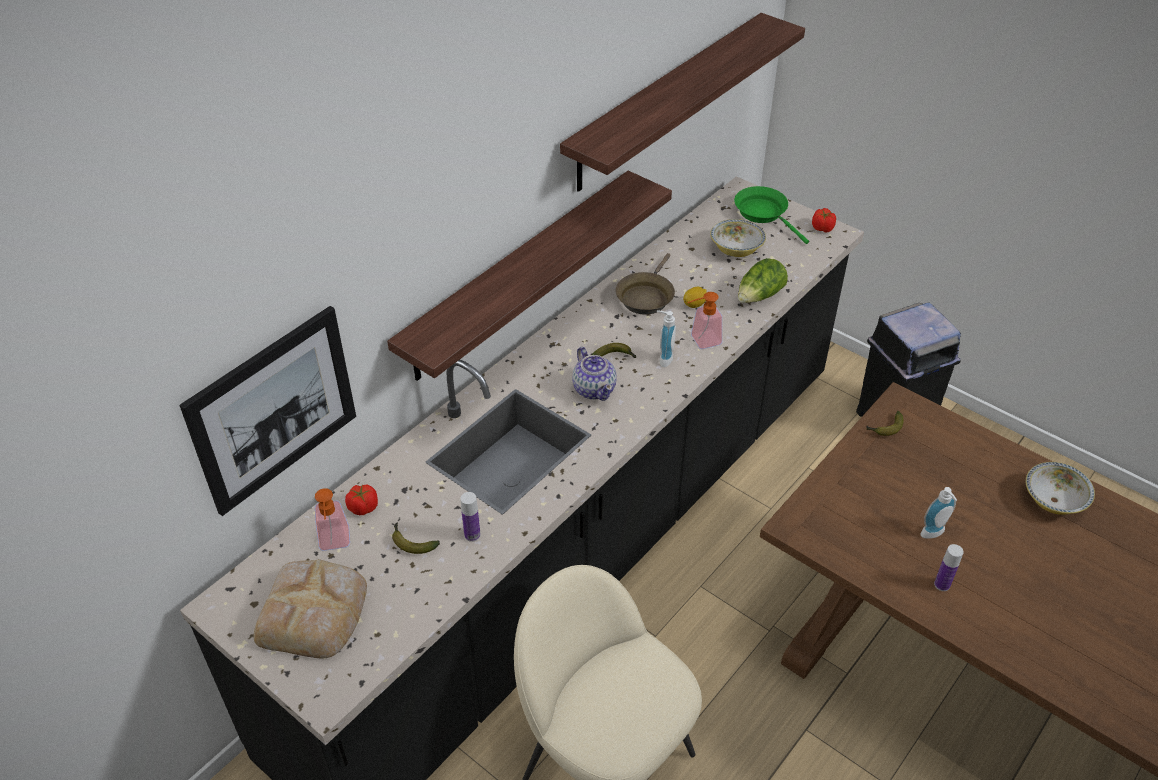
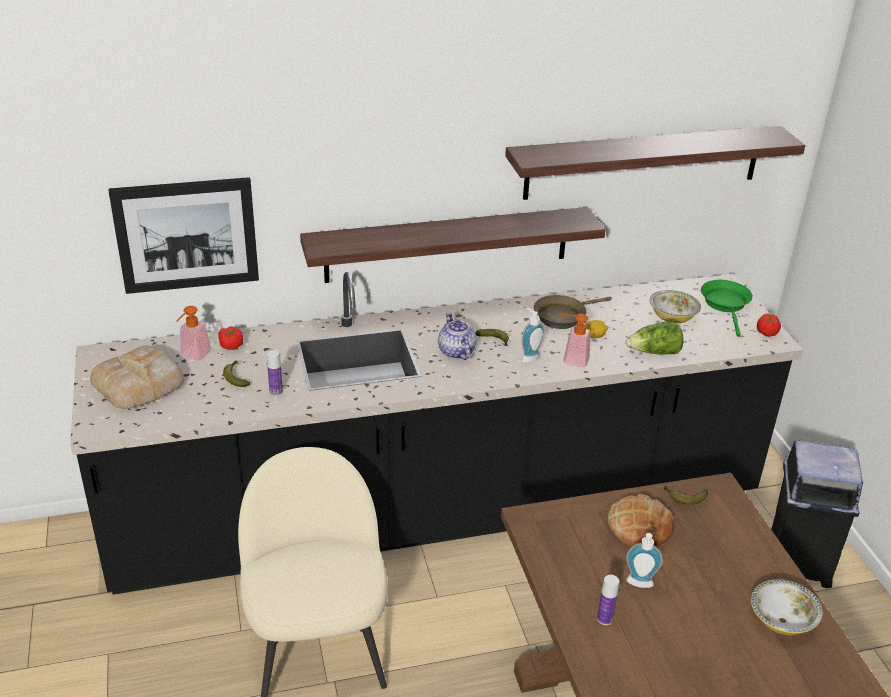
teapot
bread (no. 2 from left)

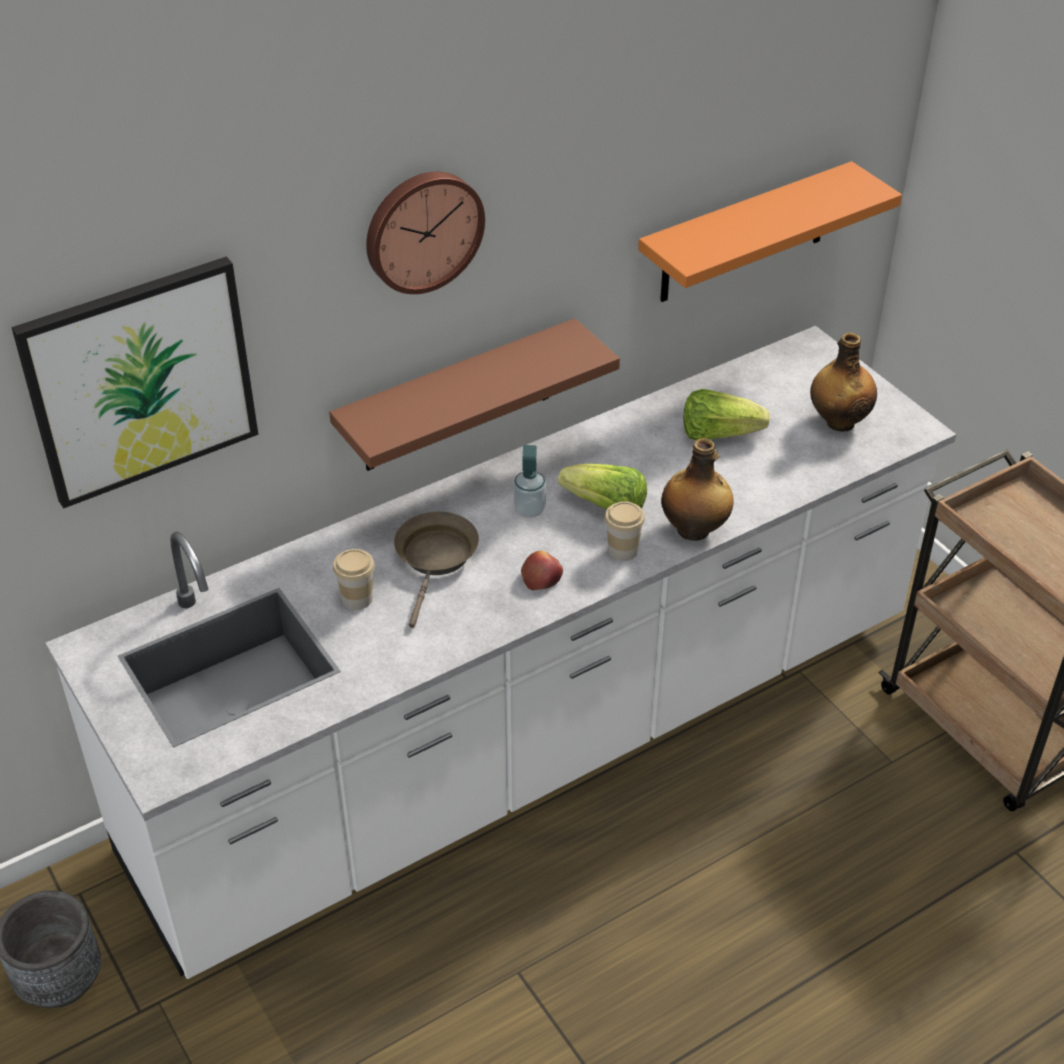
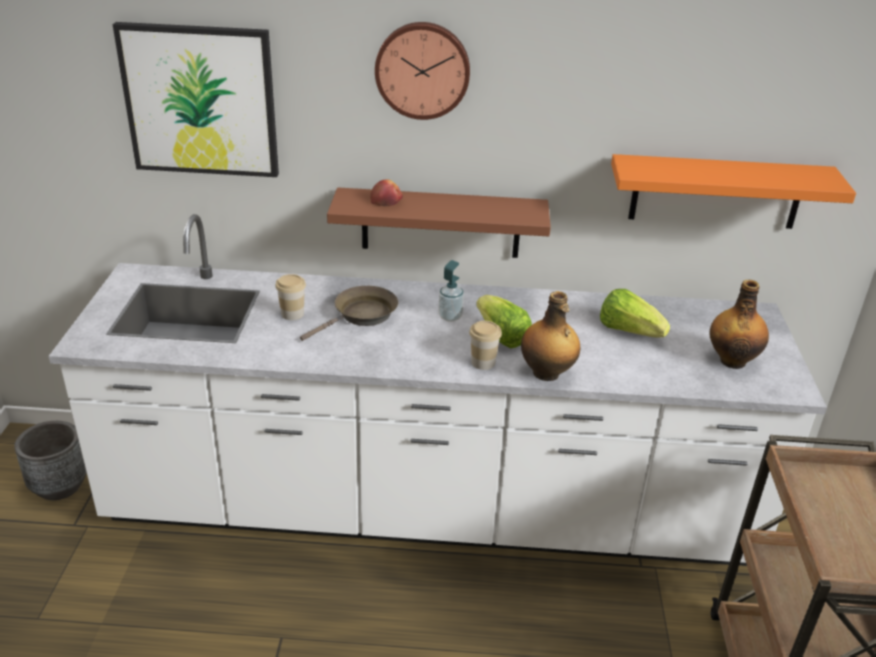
apple

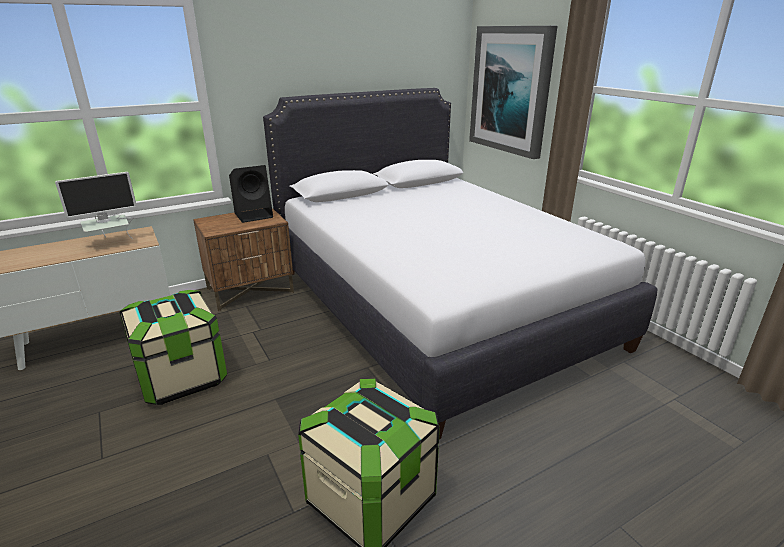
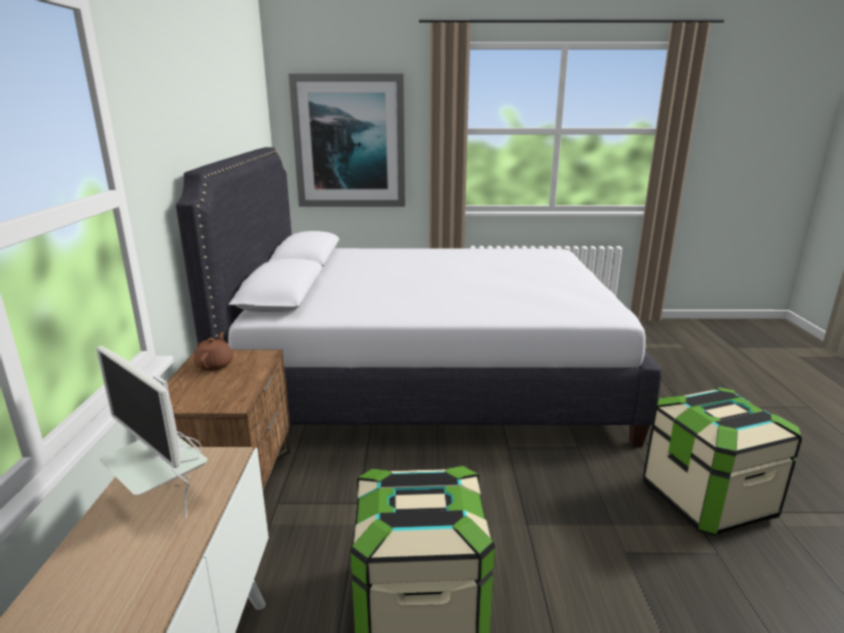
brown teapot
monitor

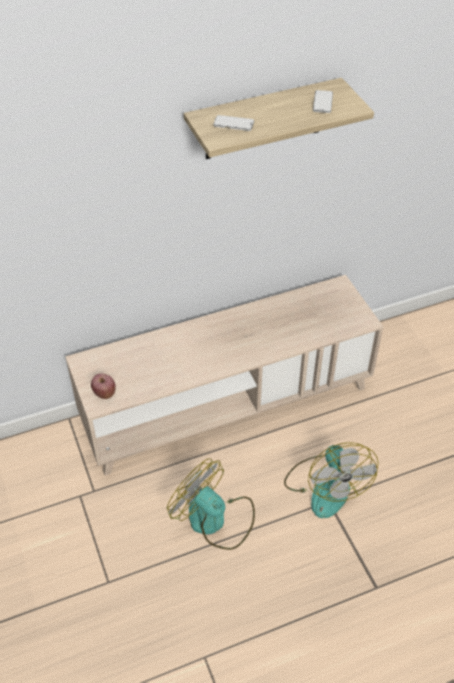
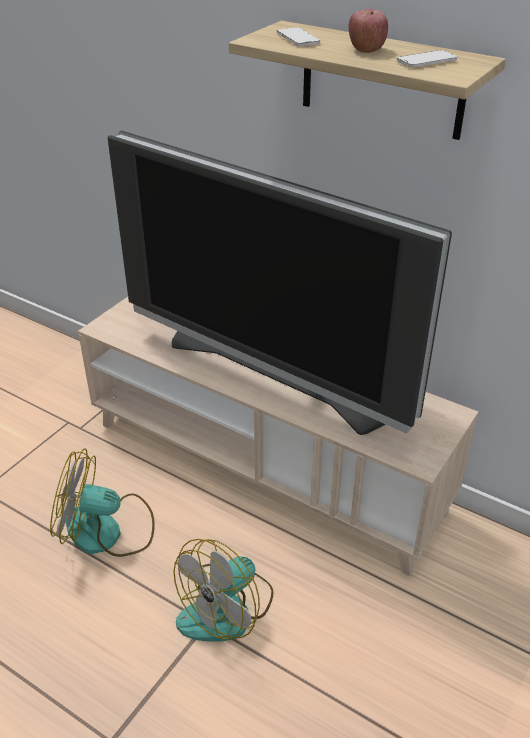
apple
fan (no. 1 from left)
television

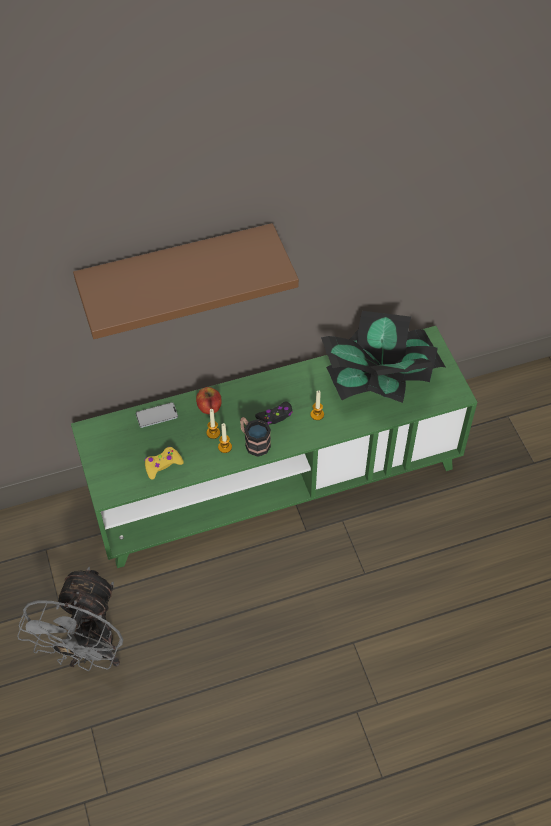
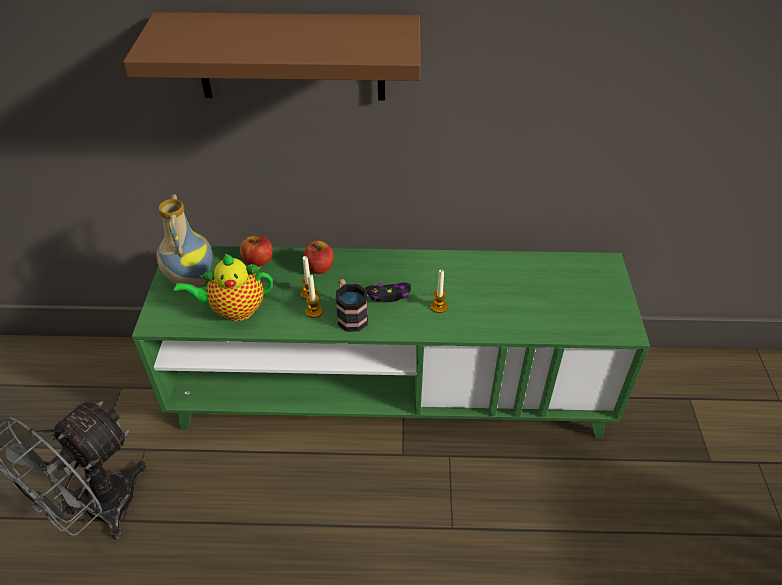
potted plant
apple (no. 1 from left)
teapot
vase

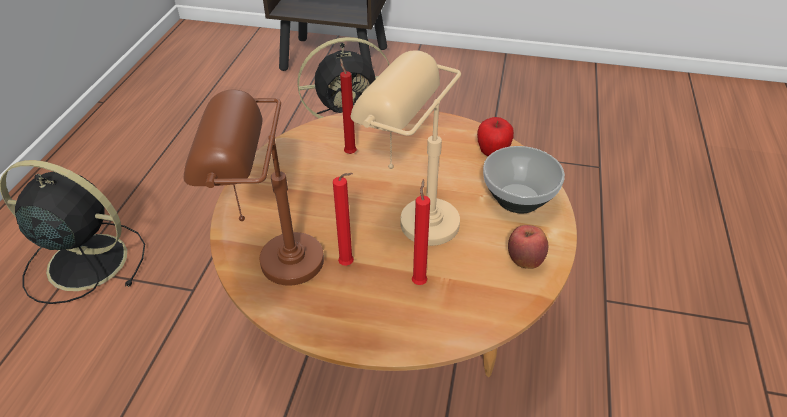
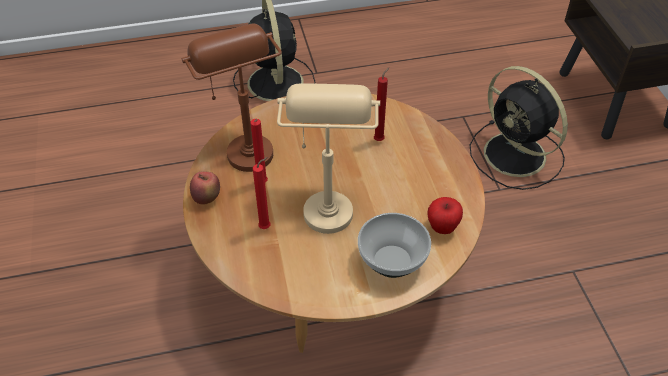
apple (no. 1 from left)

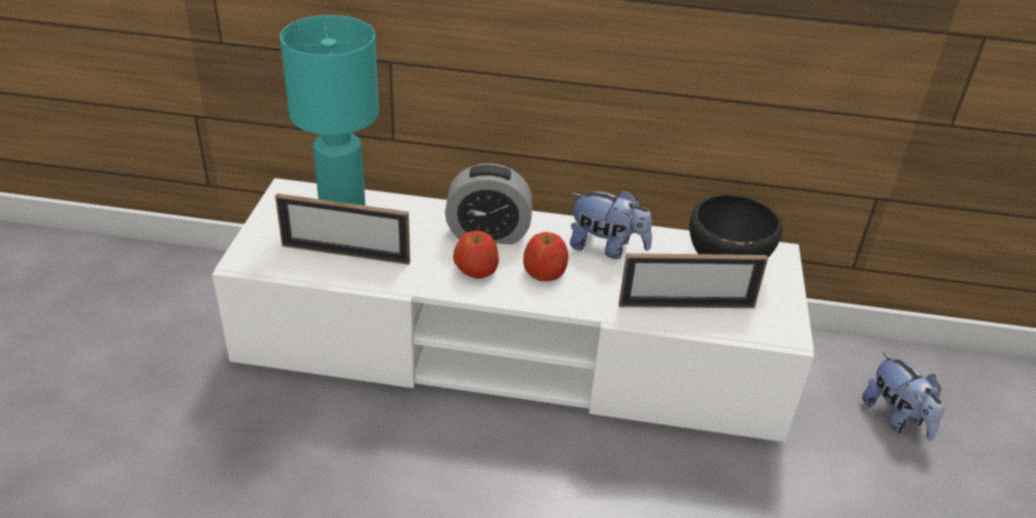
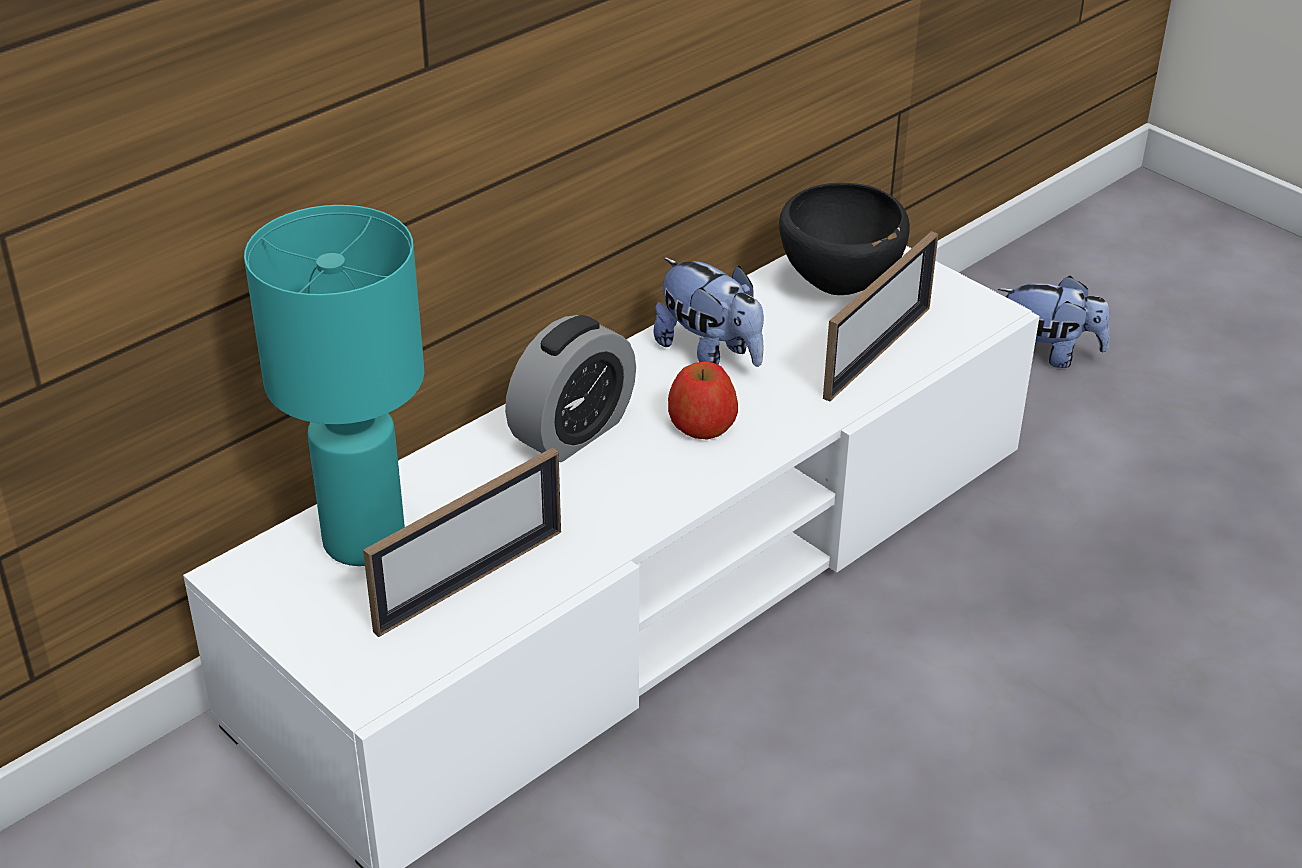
plush toy (no. 1 from left)
apple (no. 1 from left in the first image)

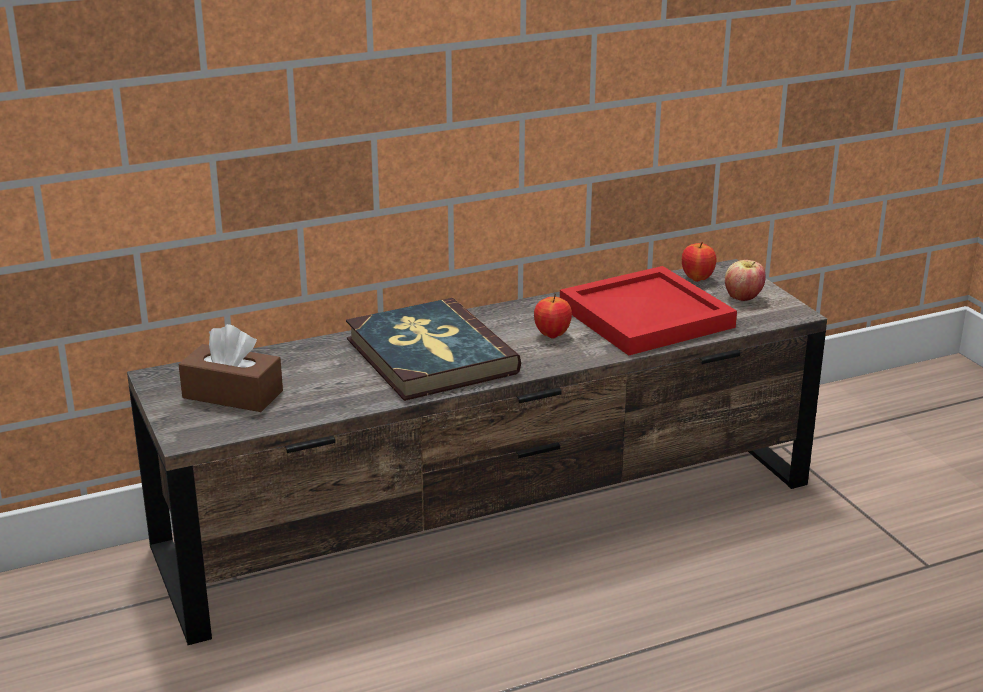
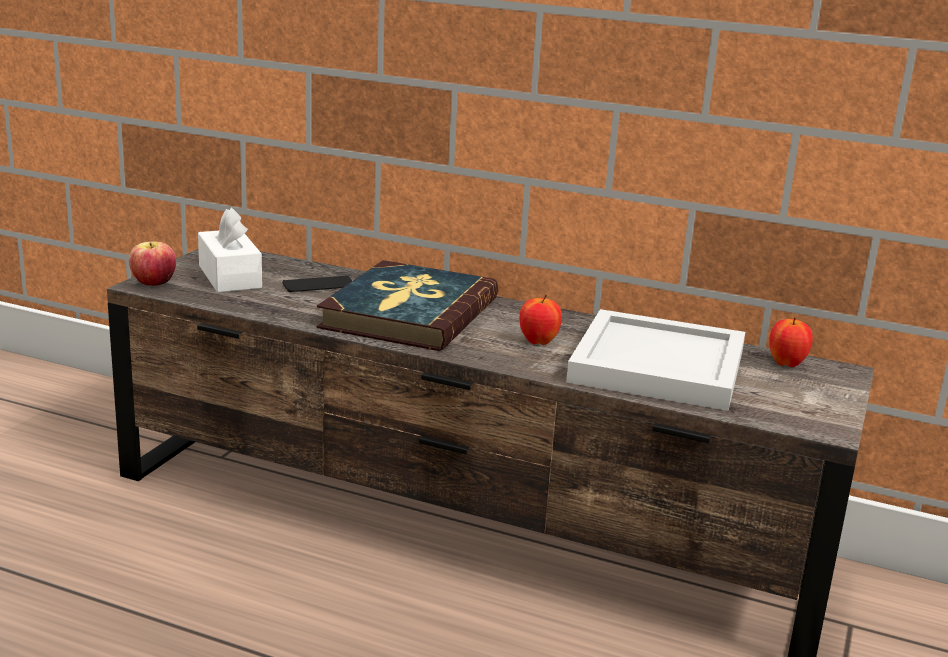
apple (no. 1 from left)
white tray
white tissue box
phone

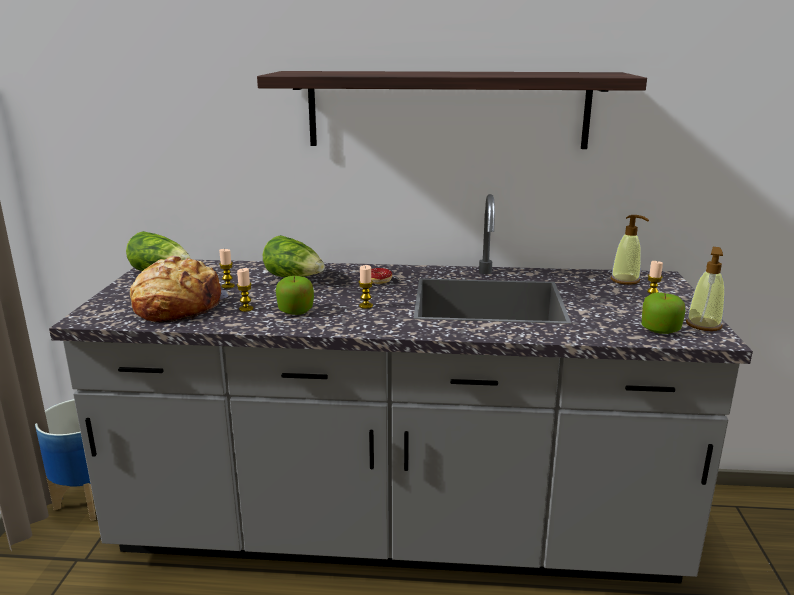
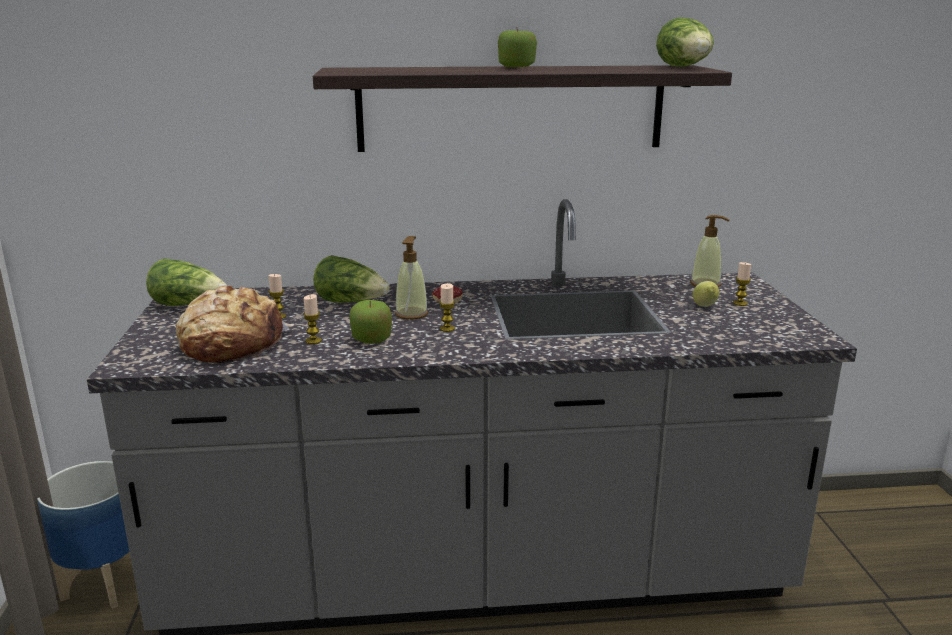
soap dispenser (no. 1 from left)
apple (no. 2 from left)
lettuce (no. 3 from left)
lemon

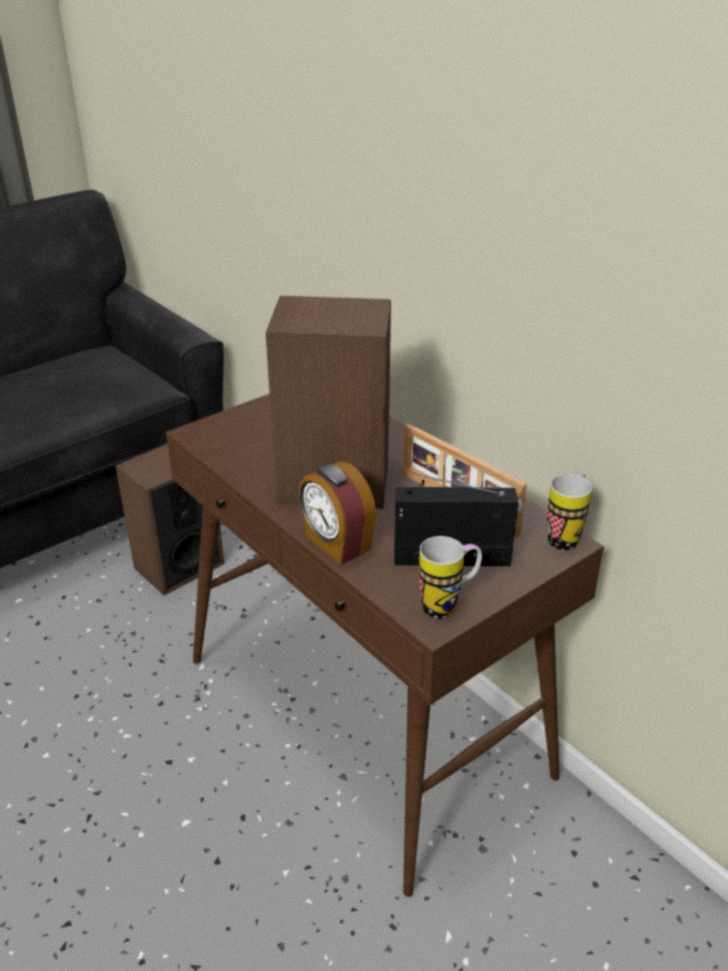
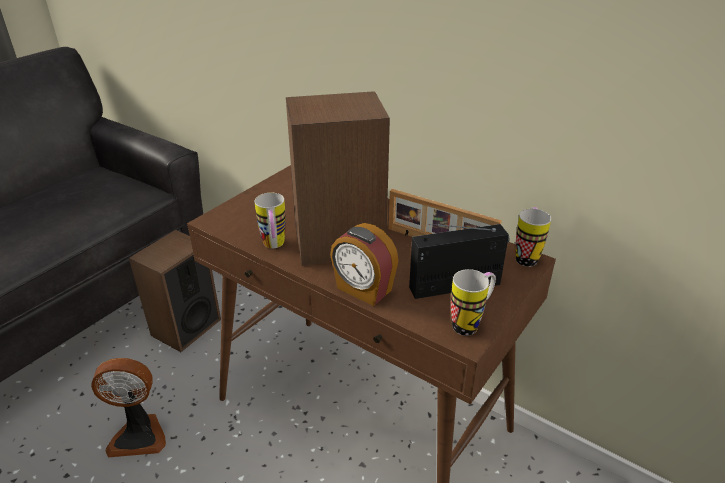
mug (no. 1 from left)
fan

